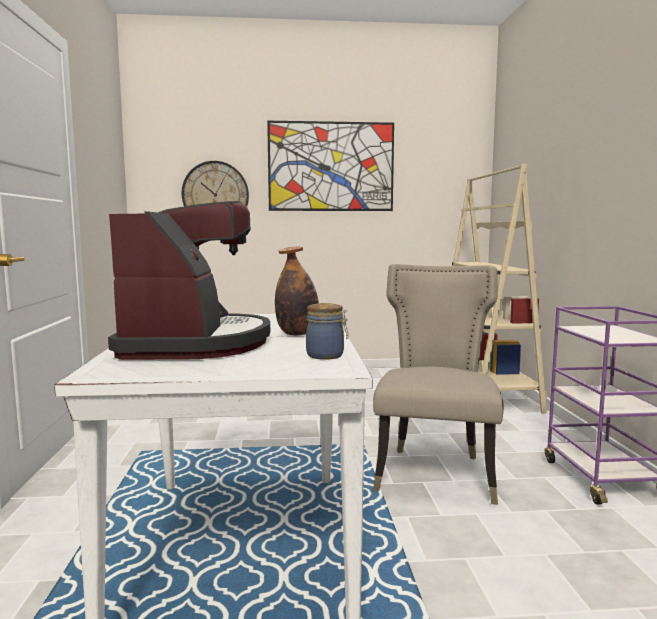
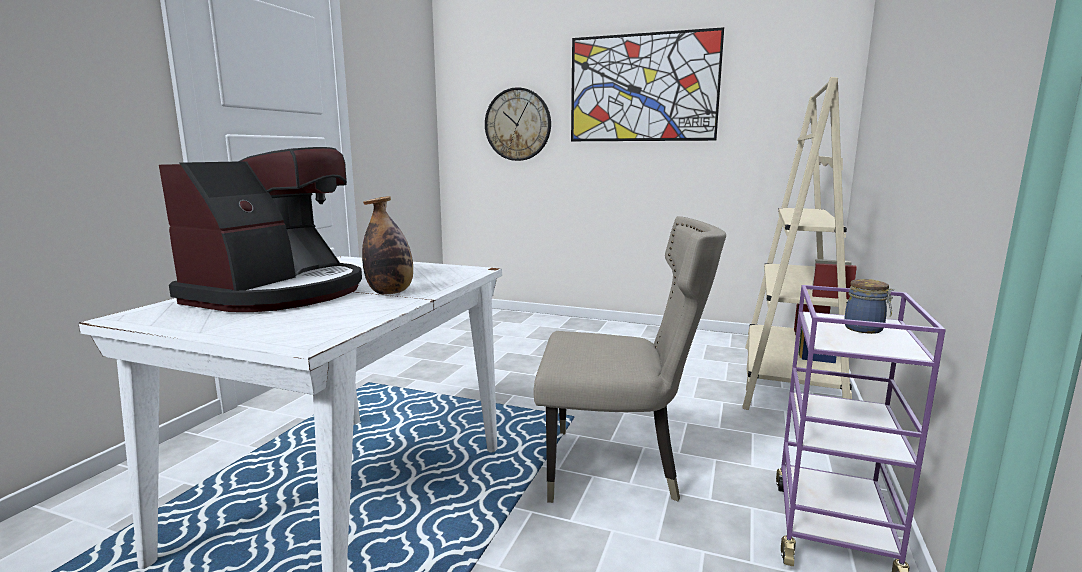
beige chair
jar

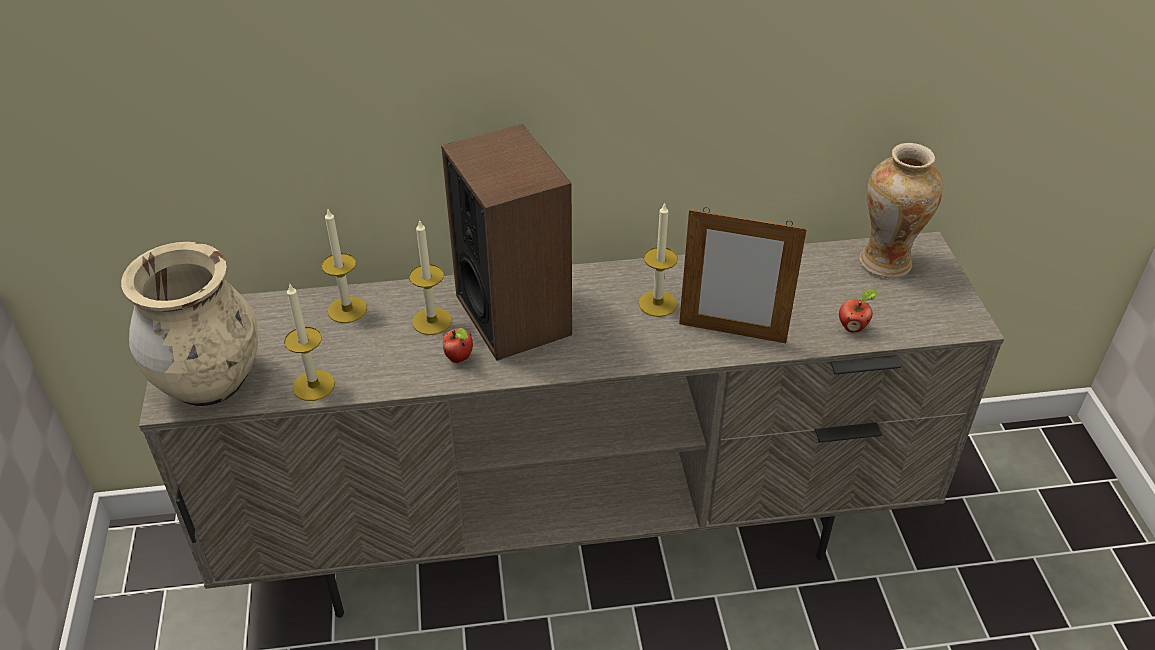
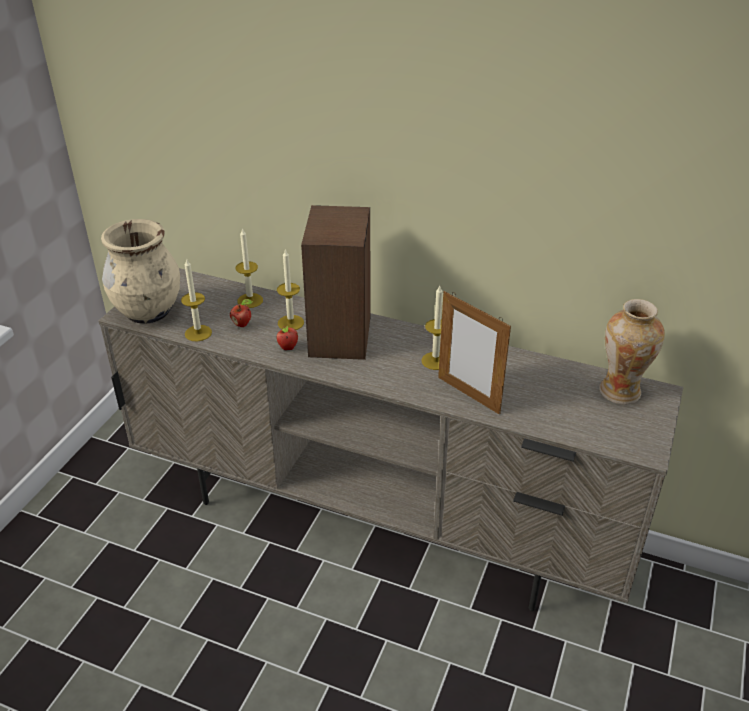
apple (no. 1 from left)

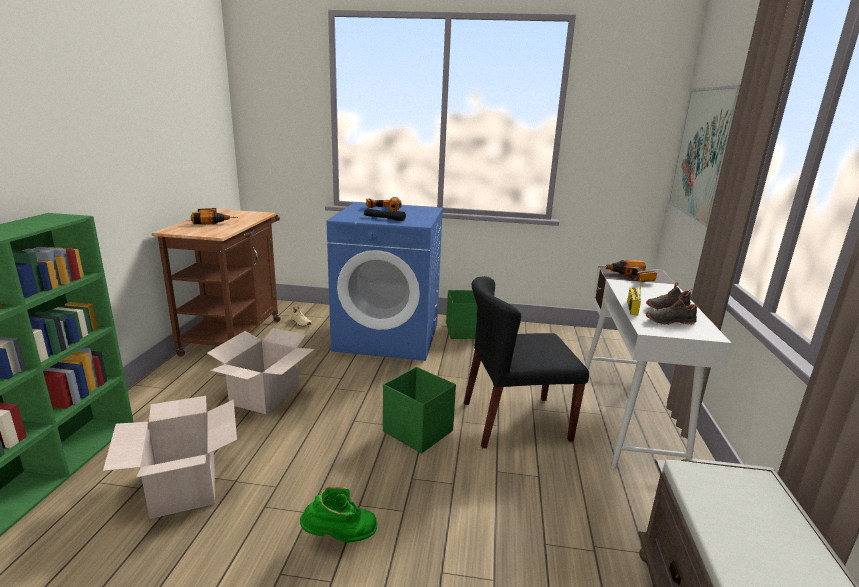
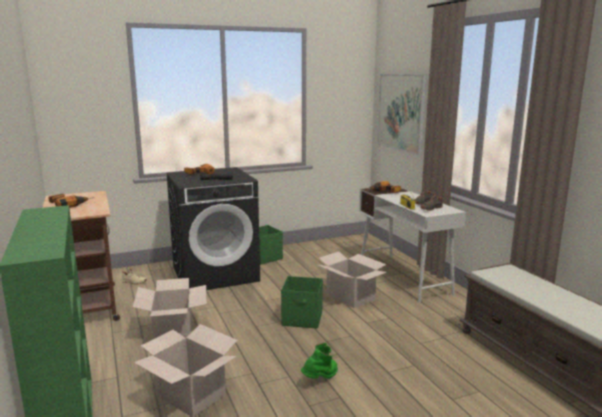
black washing machine
cardboard box (no. 3 from left)

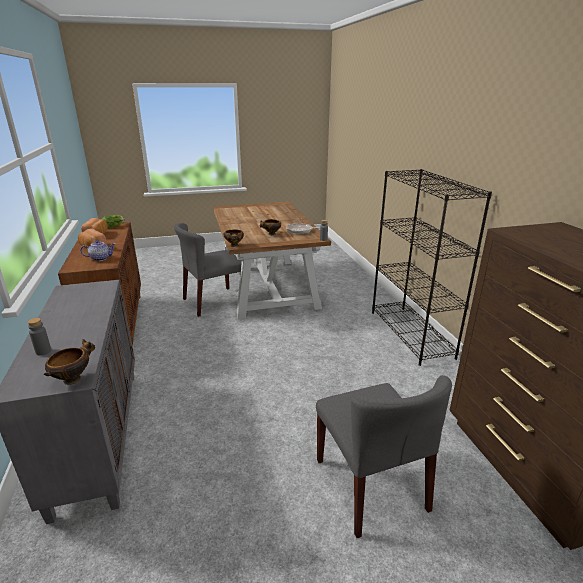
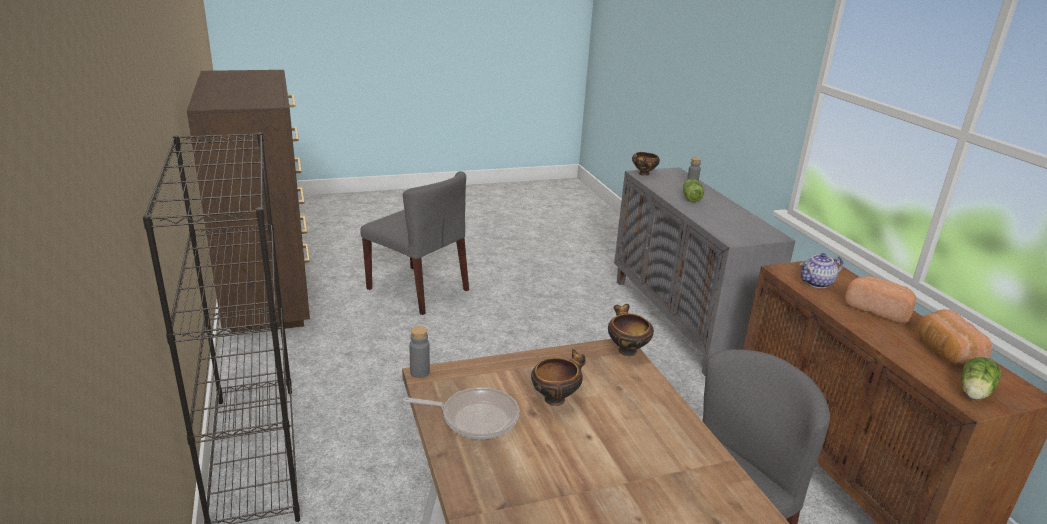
grey chair (no. 1 from left)
lettuce (no. 1 from left)

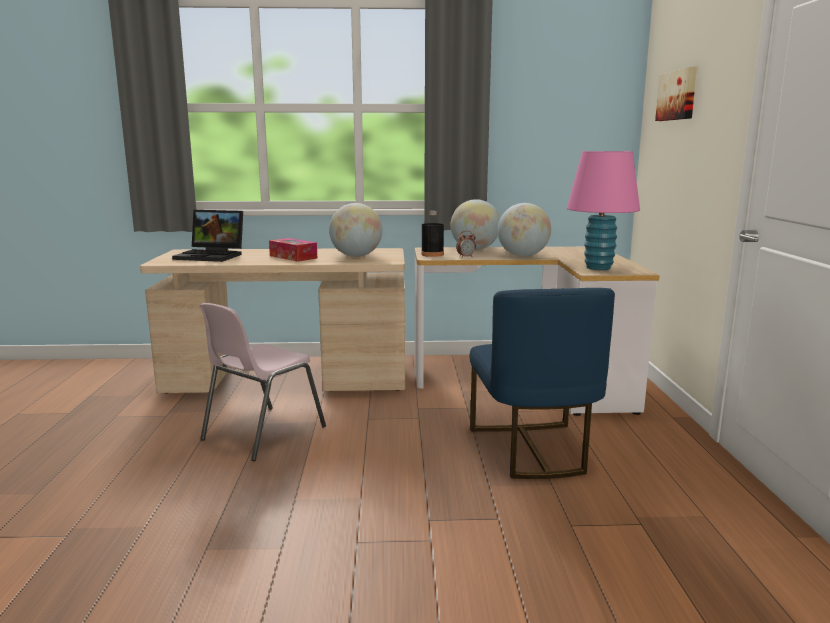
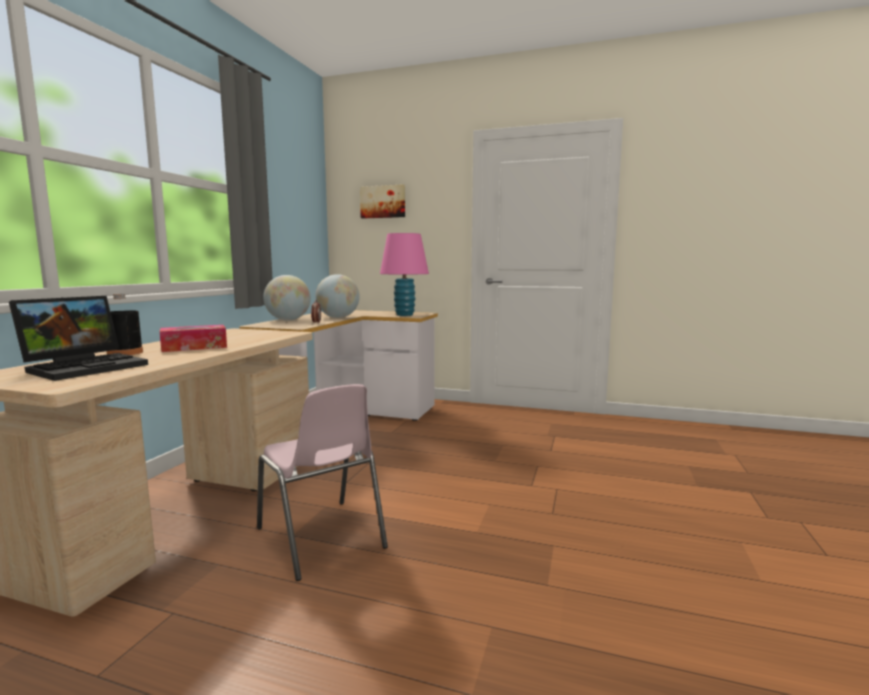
globe (no. 1 from left in the first image)
black bottle
blue chair

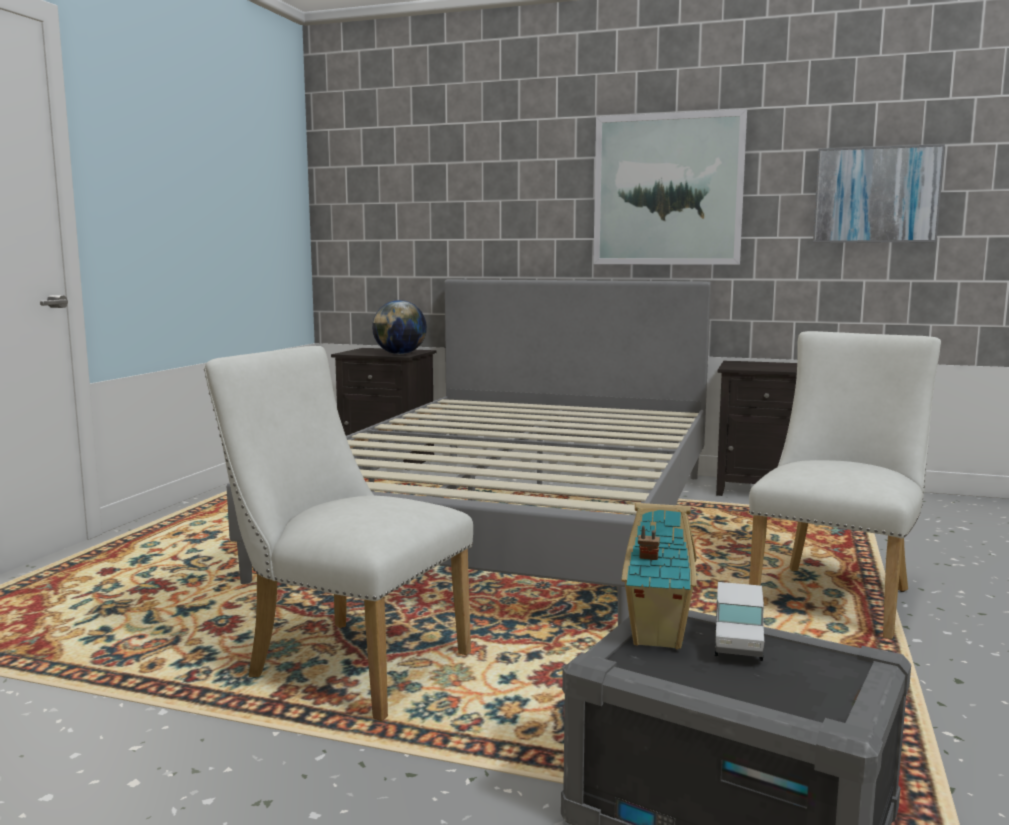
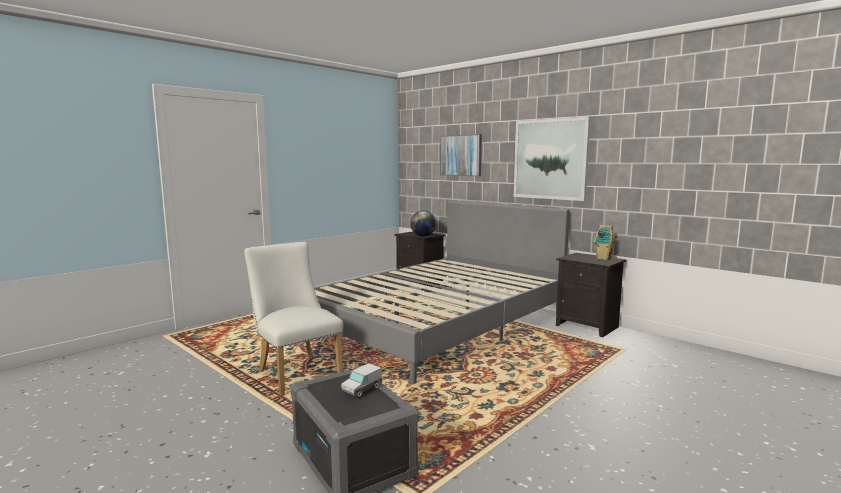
picture (no. 1 from left)
white chair (no. 2 from left in the first image)
toy house

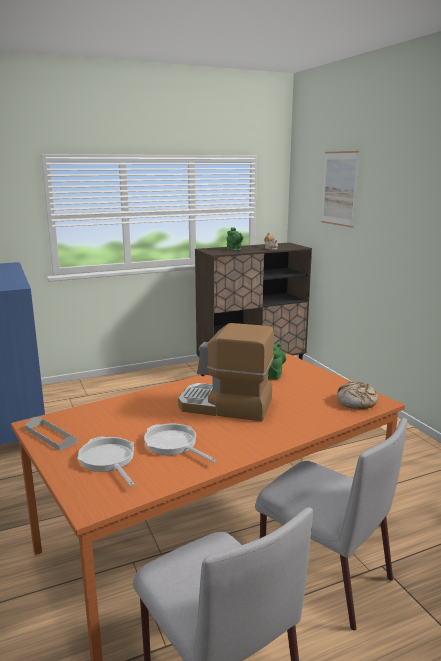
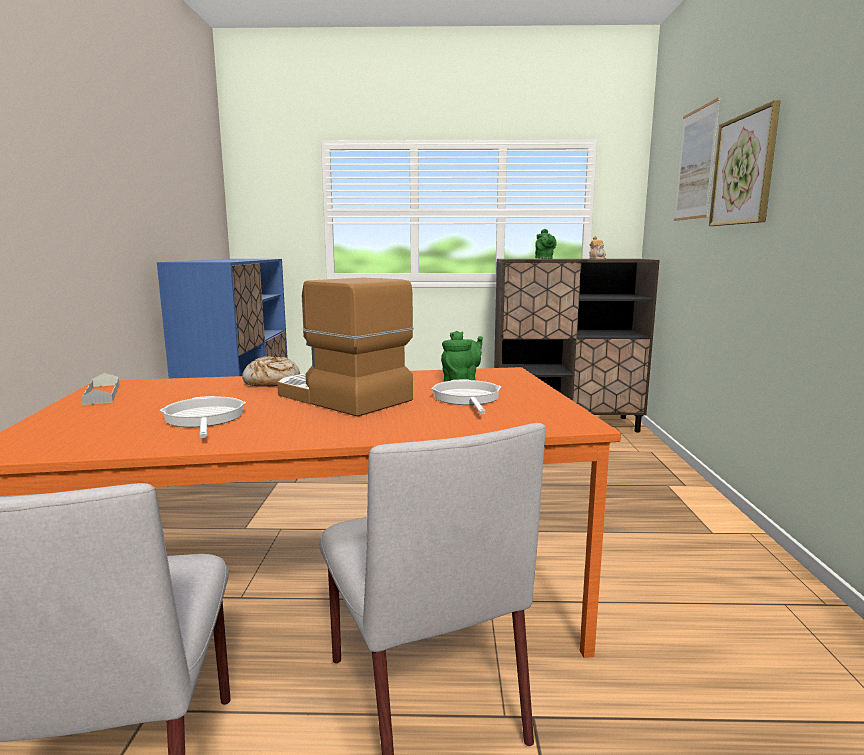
bread
frying pan (no. 2 from left)
picture (no. 2 from left)

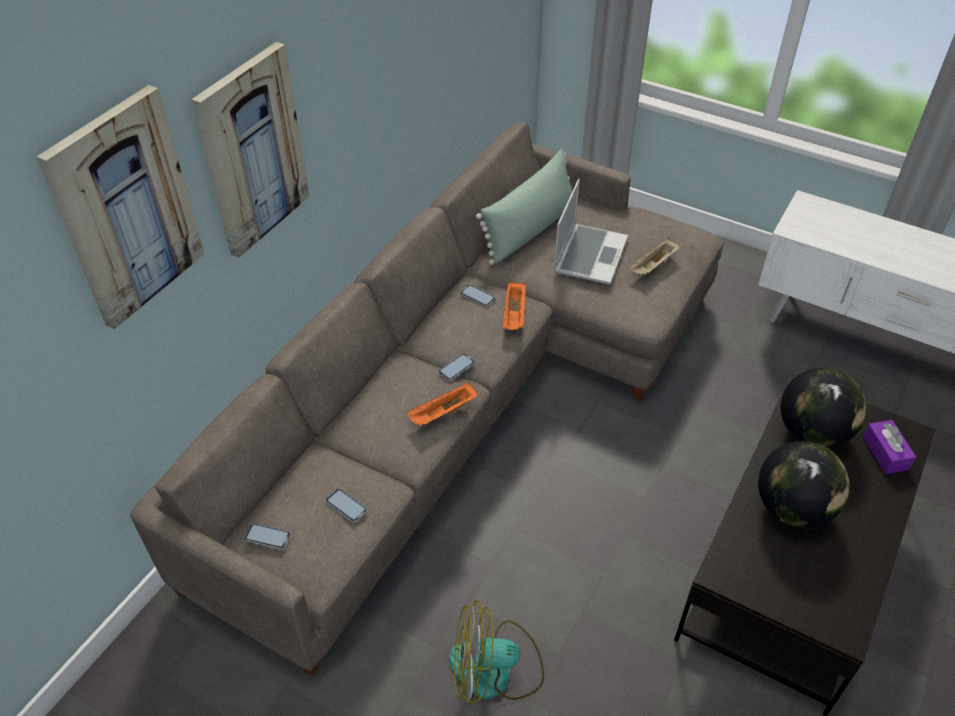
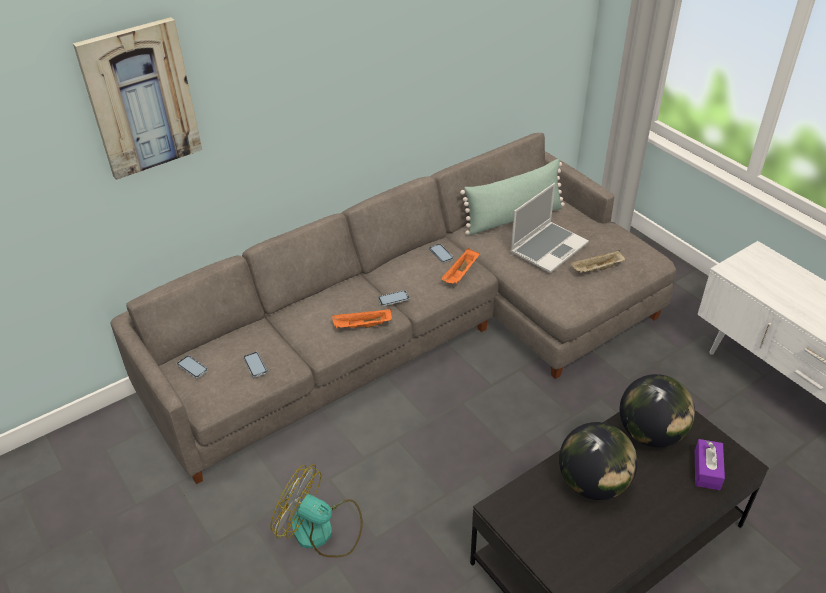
picture (no. 2 from left in the first image)

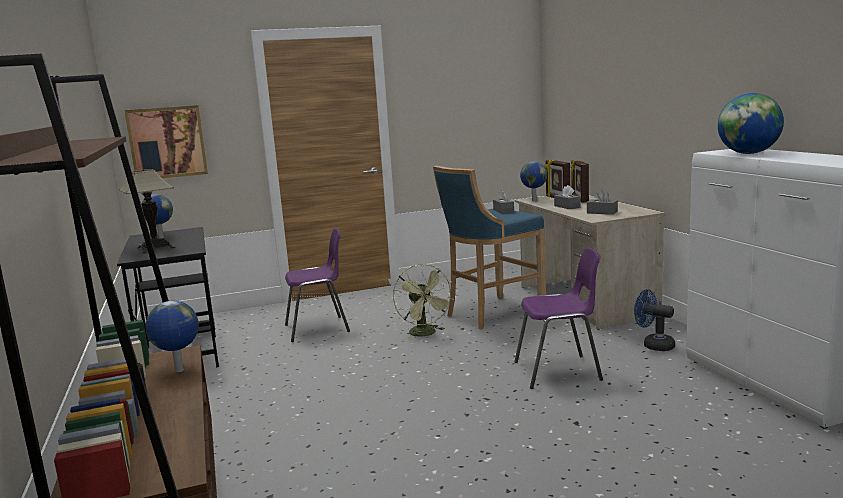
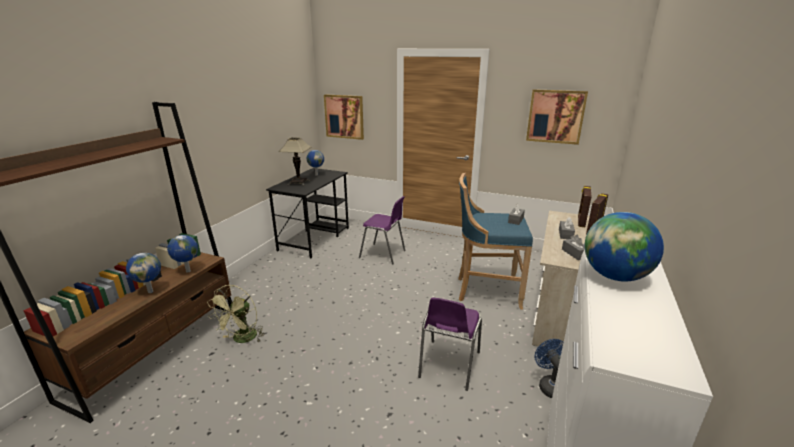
globe (no. 1 from left)
purple chair (no. 2 from left)
green fan
picture (no. 2 from left)

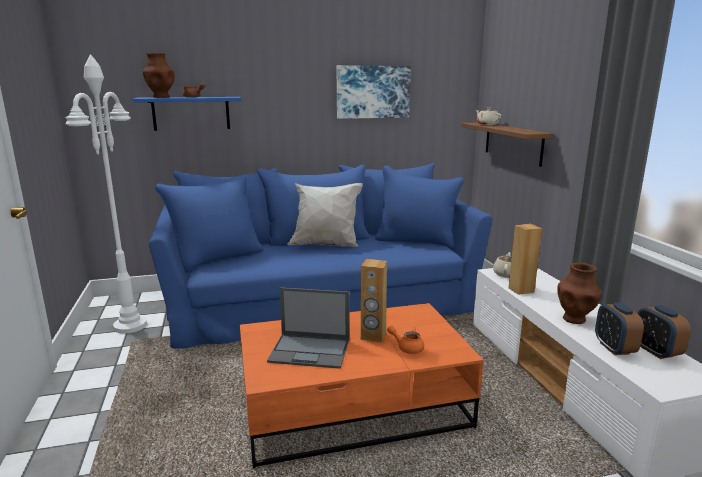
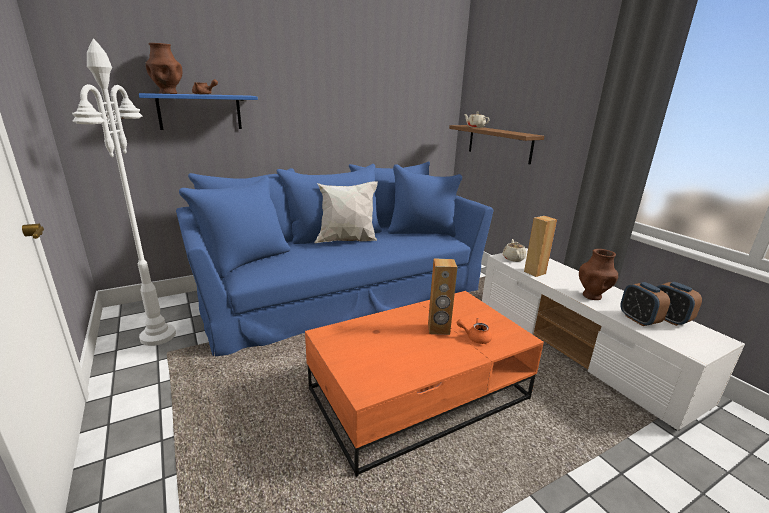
picture
laptop

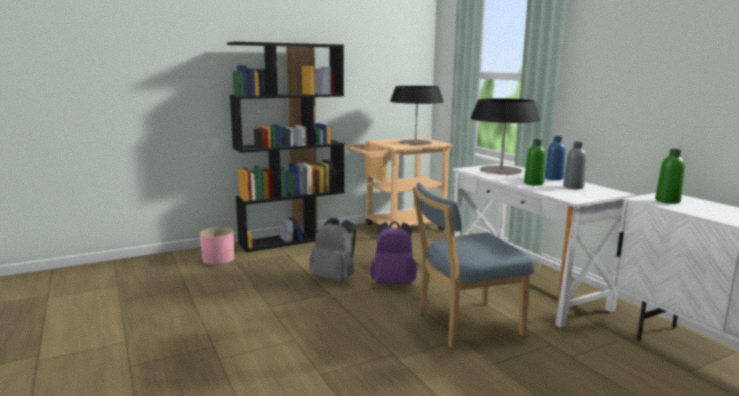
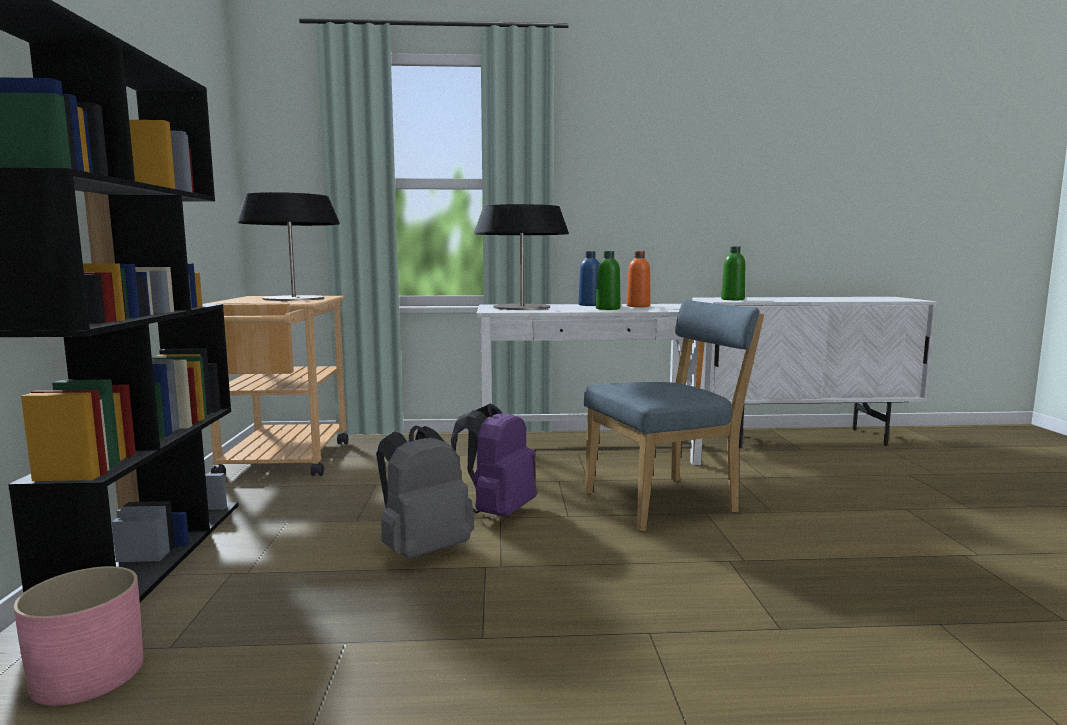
orange bottle
blue chair

